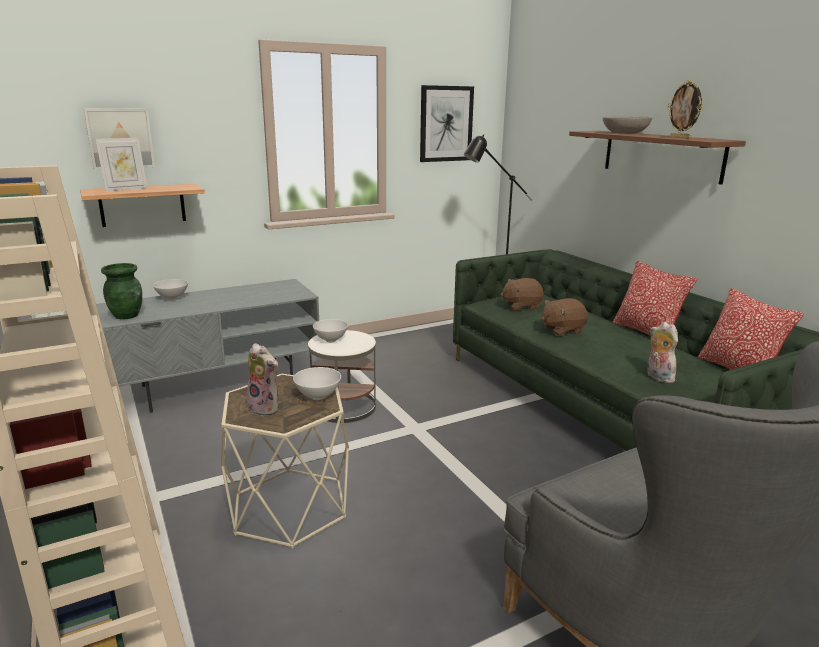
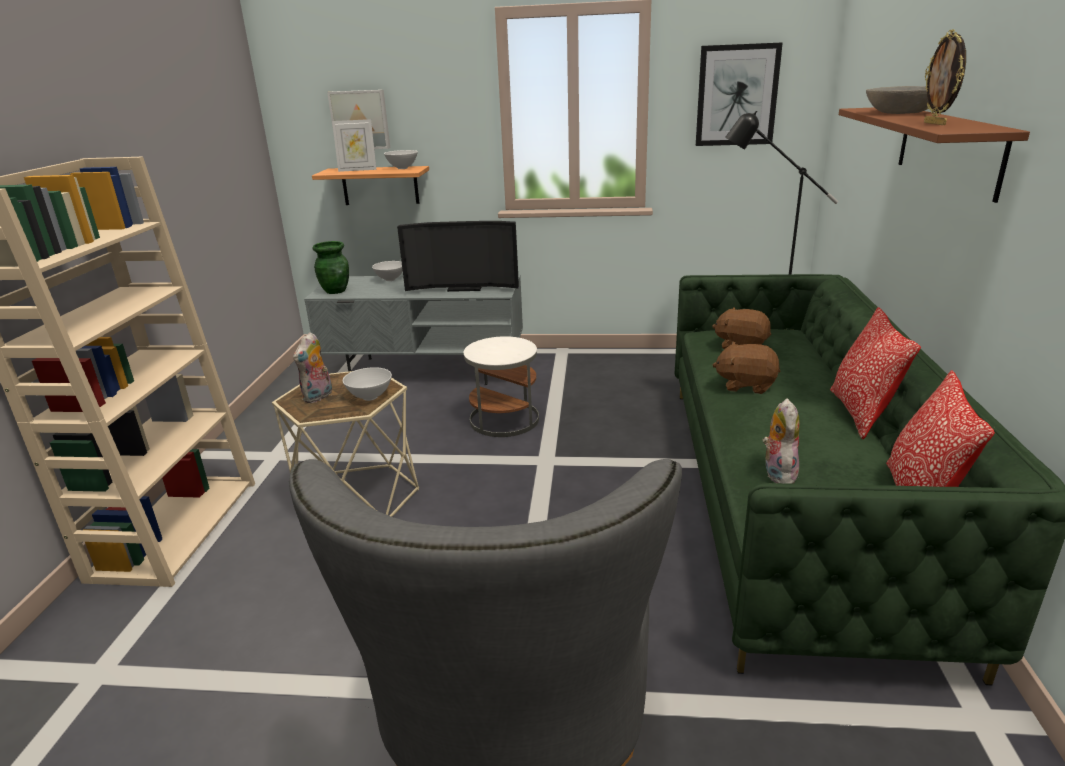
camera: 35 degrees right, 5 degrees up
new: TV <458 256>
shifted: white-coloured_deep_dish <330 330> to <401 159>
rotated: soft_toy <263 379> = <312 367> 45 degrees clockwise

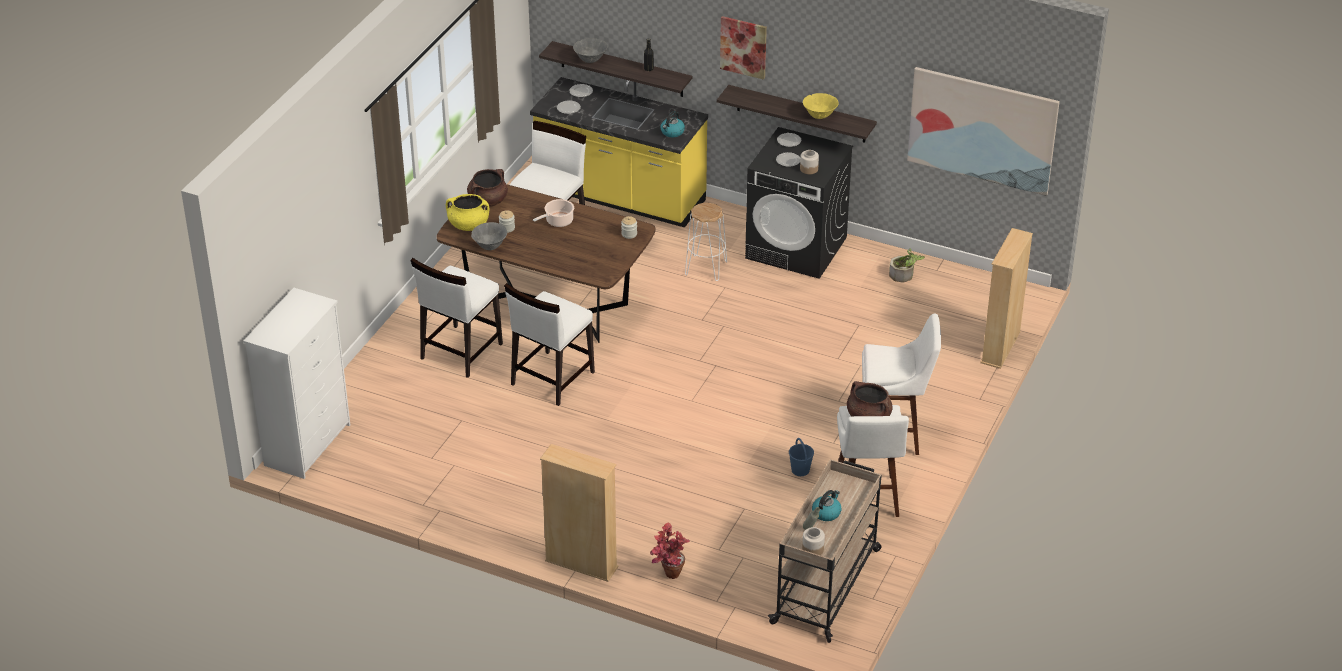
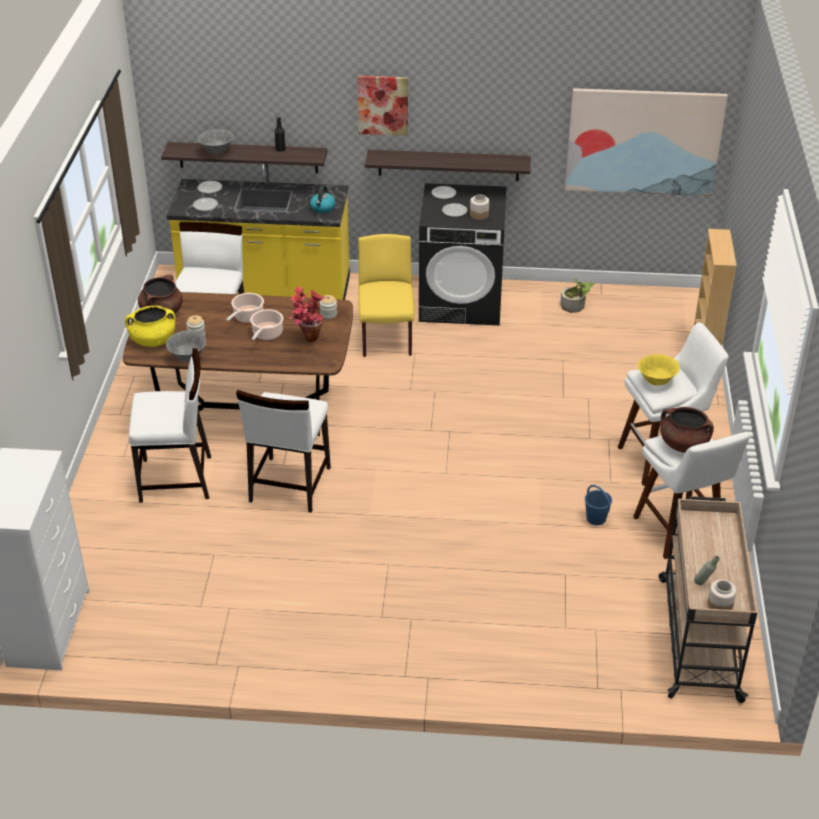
camera: 20 degrees left, 0 degrees up
gone: beige-coloured_bookcase <579 513>; water_kettle <826 505>
new: saucepot <266 324>
shifted: houseplant <670 550> to <307 314>; yellow_deep_dish <821 106> to <659 370>
swapped: white-coloured_stool <706 241> to yellow_upright_chair <386 295>
rotated: white-coloured_upright_chair <456 318> = <170 425> 105 degrees counterclockwise

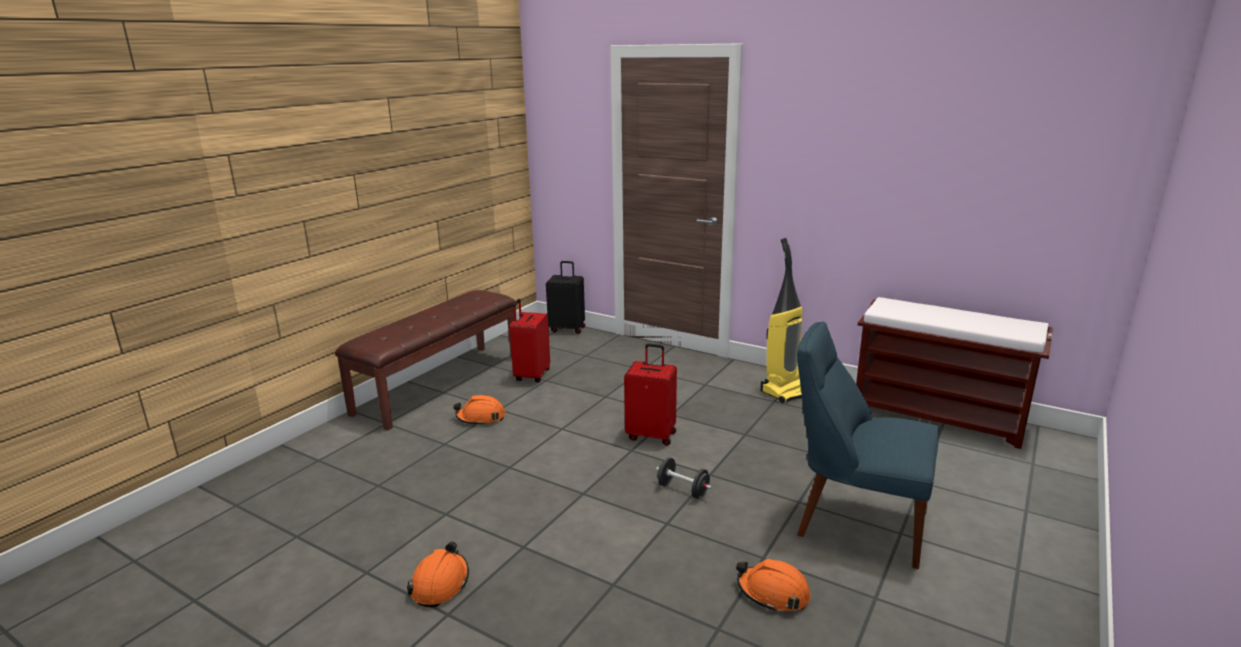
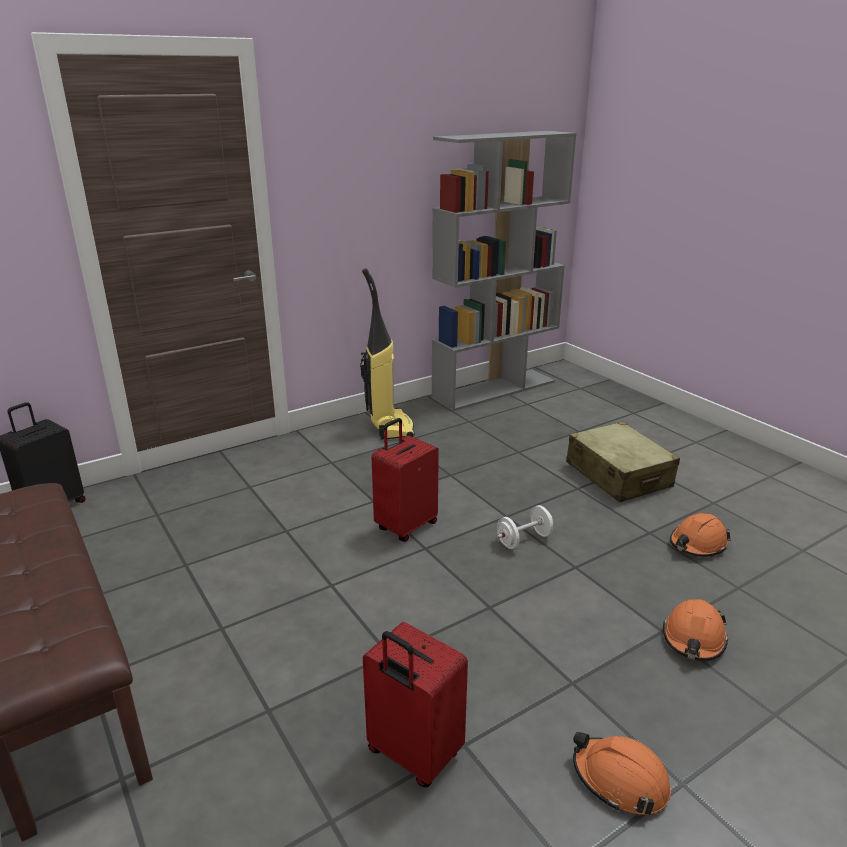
camera: 65 degrees left, 5 degrees up
shifted: orange_safety_helmet <479 410> to <695 630>; red_piece_of_luggage <530 340> to <415 704>
swapped: blue_upright_chair <868 445> to beige-coloured_piece_of_luggage <623 462>; brownish_long_seat <954 373> to grey_bookcase <504 271>
repainted: blackish_hand_weight <684 478> to white-coloured_hand_weight <524 527>

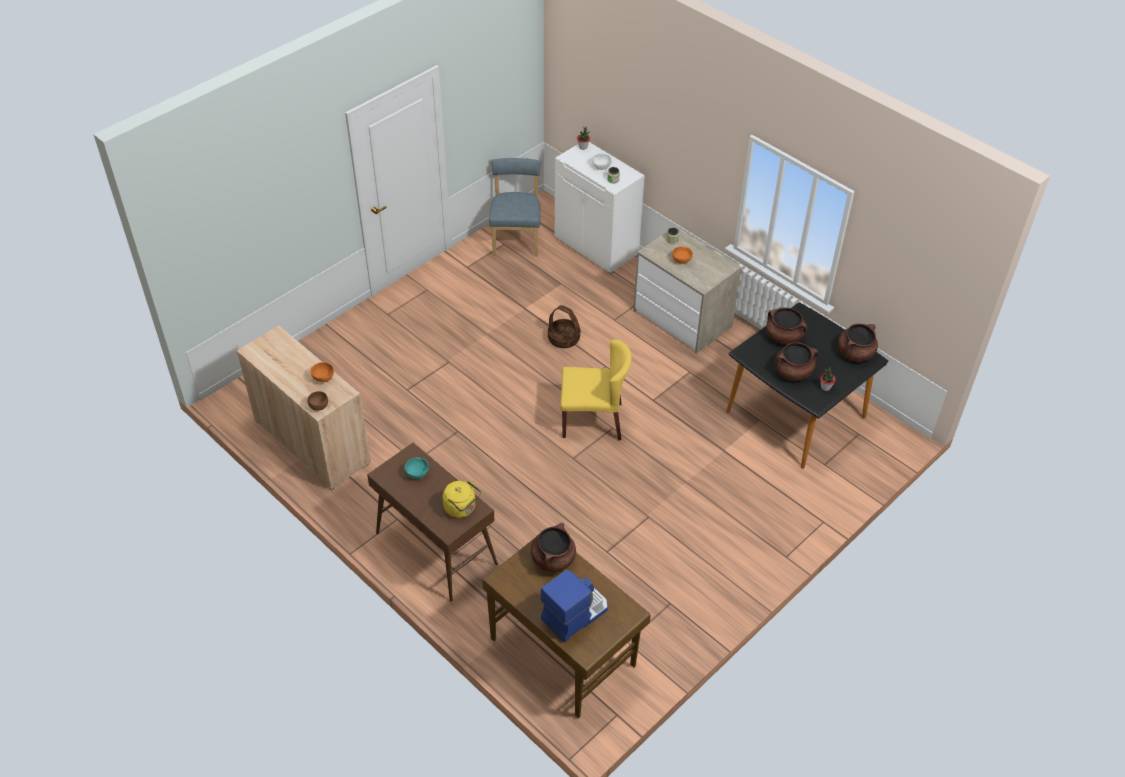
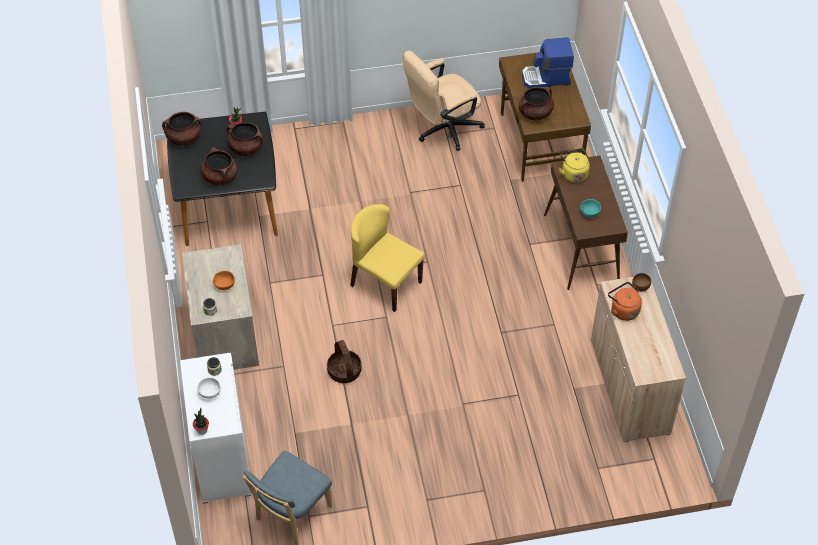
camera: 145 degrees left, 5 degrees up
new: beige-coloured_desk_chair <444 100>
swapped: orange_deep_dish <322 372> to orange_water_kettle <625 301>

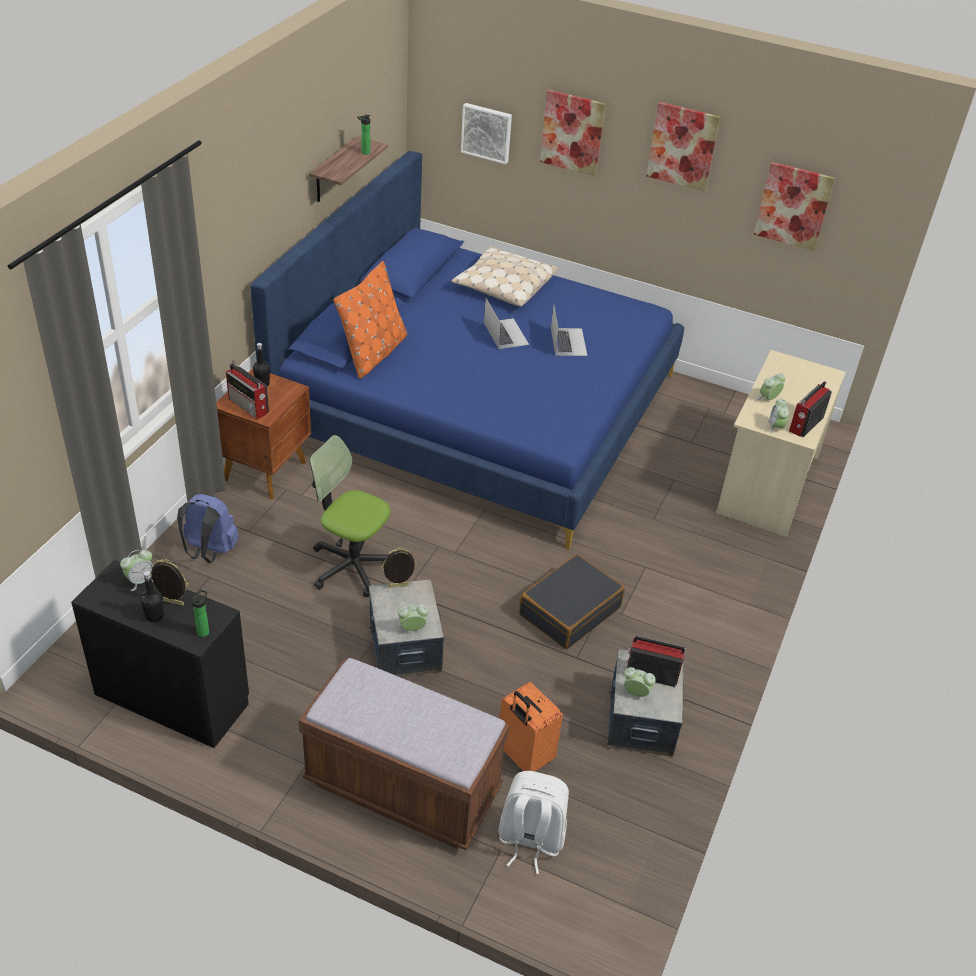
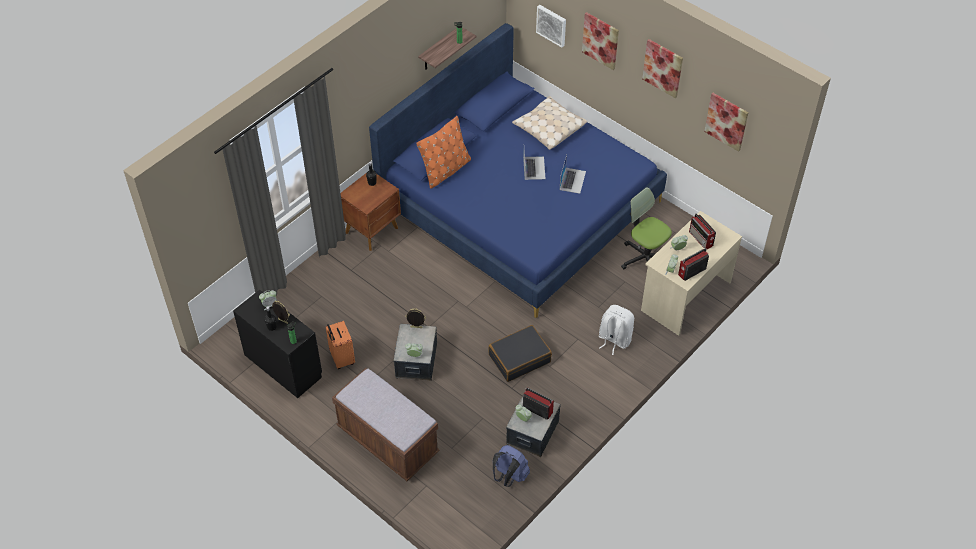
camera: 20 degrees right, 10 degrees up
shifted: blue_knapsack <208 528> to <511 466>; radio_receiver <247 391> to <702 232>; desk_chair <350 516> to <646 228>; white-coloured_knapsack <533 822> to <616 330>; orange_piece_of_luggage <531 726> to <340 345>

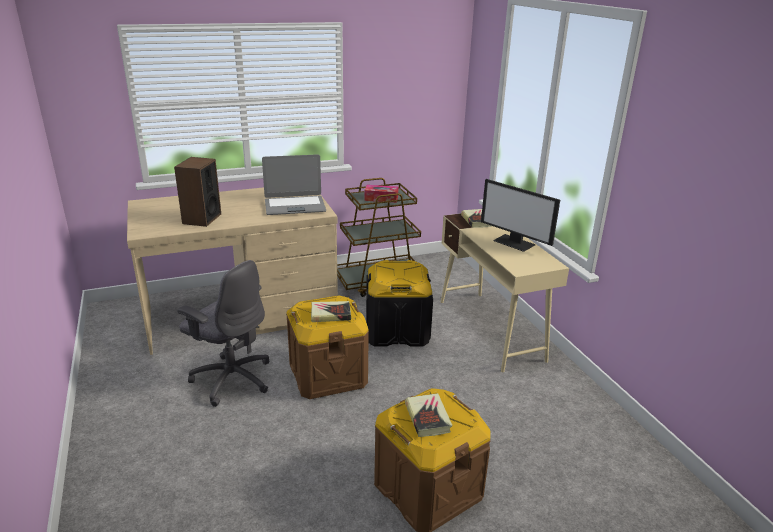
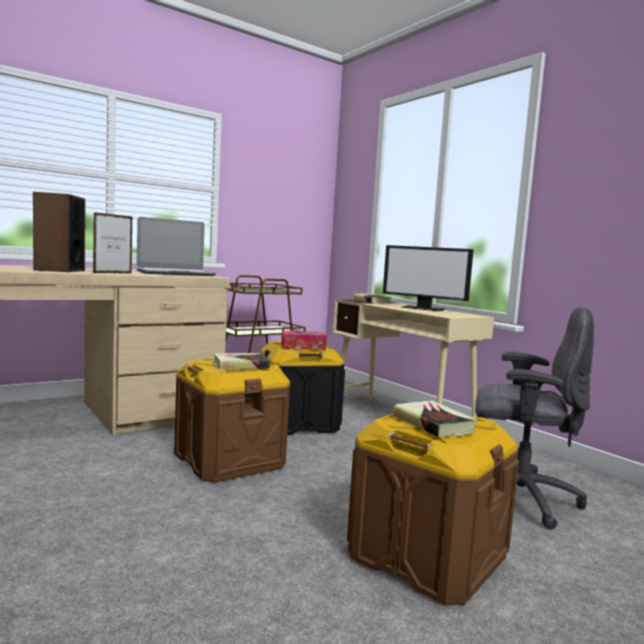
camera: 15 degrees left, 20 degrees down
new: photo_frame <113 243>
shifted: grey_desk_chair <223 333> to <534 418>; tissue_holder <381 194> to <304 340>

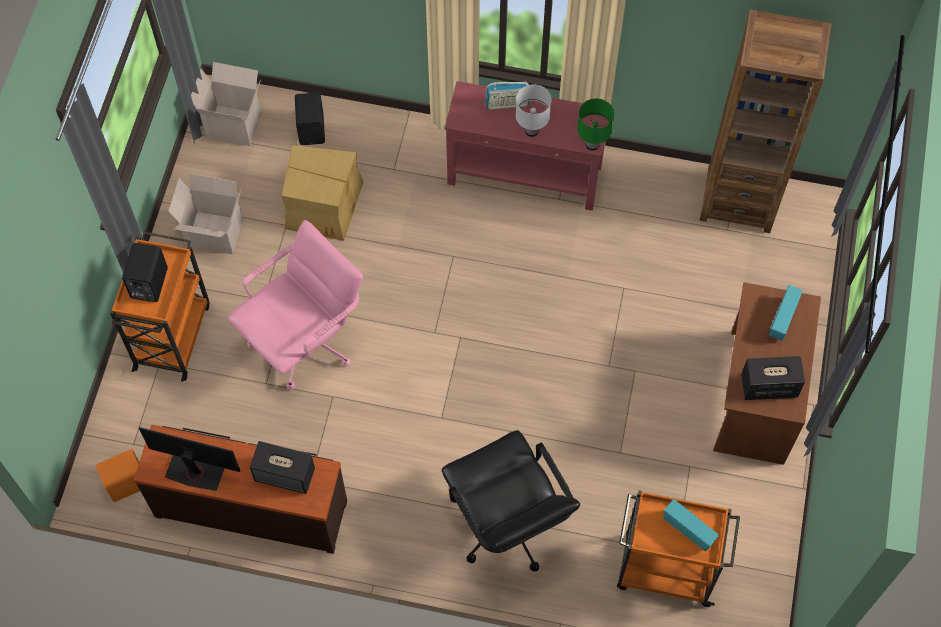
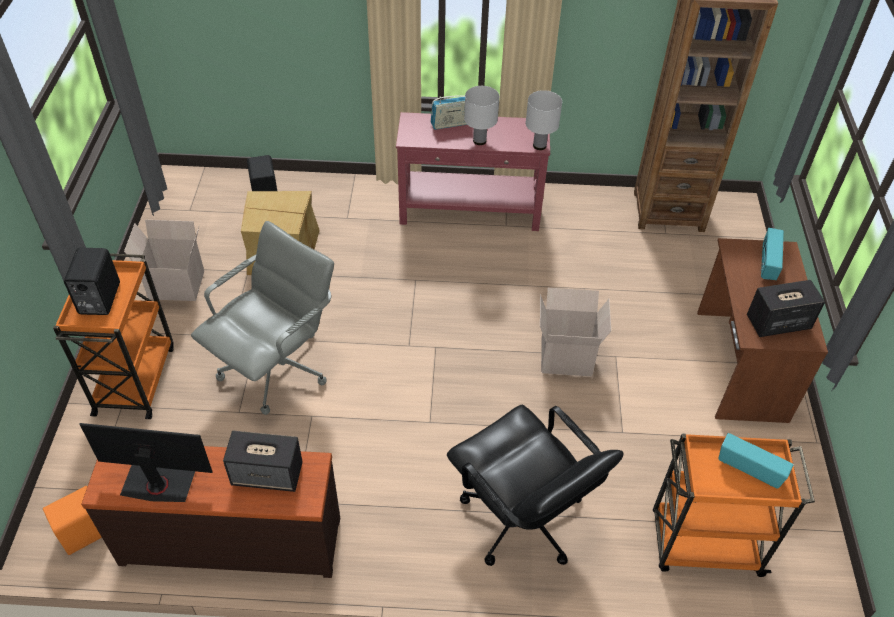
camera: 10 degrees left, 15 degrees down
shifted: carton <226 104> to <575 332>
repainted: pink_desk_chair <295 305> to grey_desk_chair <262 318>; green_tabletop_lamp <595 124> to white-coloured_tabletop_lamp <544 120>

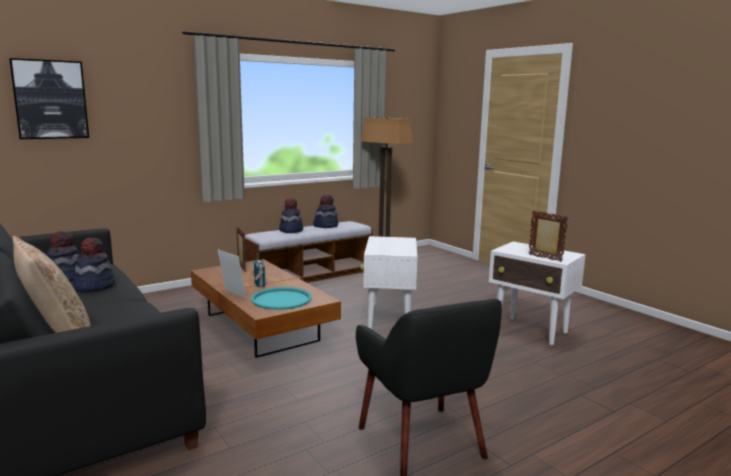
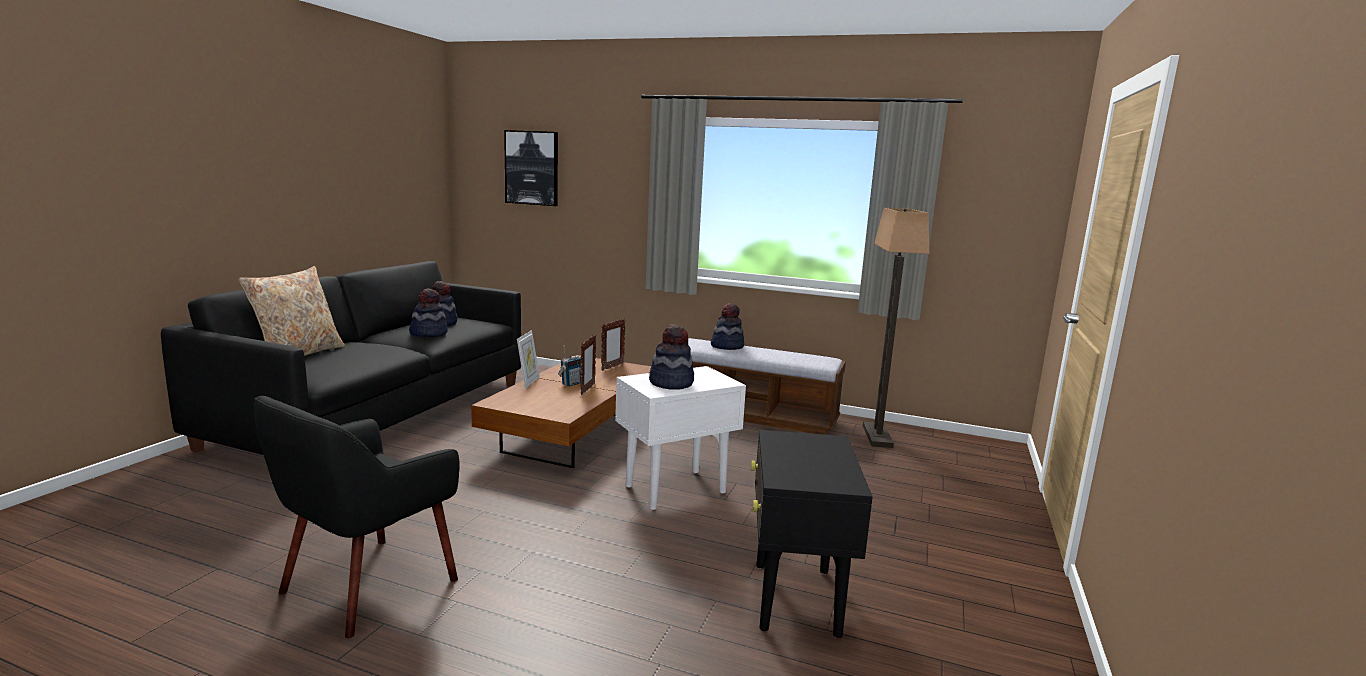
camera: 55 degrees right, 0 degrees up
gone: turquoise_serving_tray <281 298>
shifted: wearable_hat <325 211> to <671 357>; photo_frame <548 236> to <588 364>
repainted: white-coloured_end_table <537 293> to blackish_end_table <812 534>

